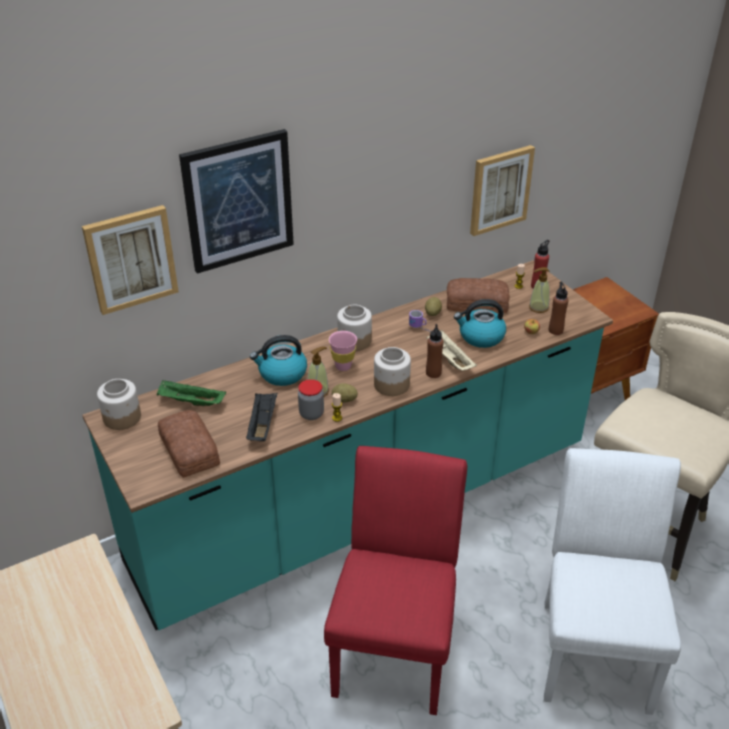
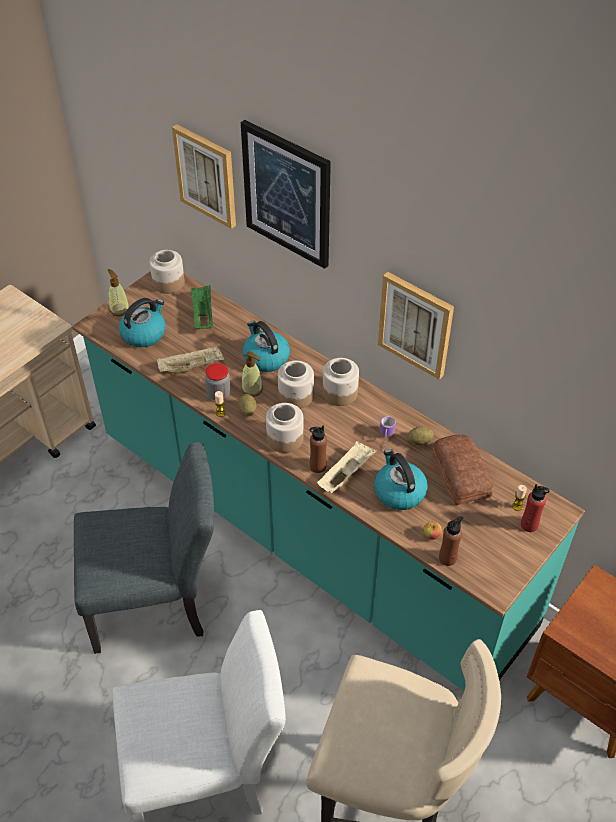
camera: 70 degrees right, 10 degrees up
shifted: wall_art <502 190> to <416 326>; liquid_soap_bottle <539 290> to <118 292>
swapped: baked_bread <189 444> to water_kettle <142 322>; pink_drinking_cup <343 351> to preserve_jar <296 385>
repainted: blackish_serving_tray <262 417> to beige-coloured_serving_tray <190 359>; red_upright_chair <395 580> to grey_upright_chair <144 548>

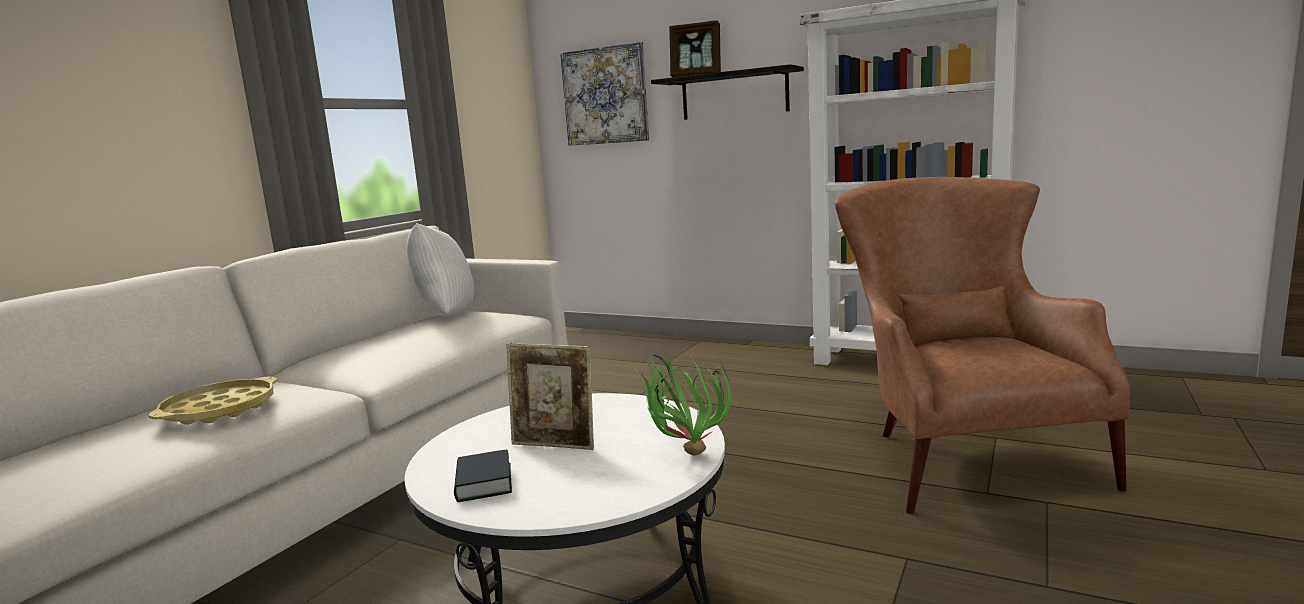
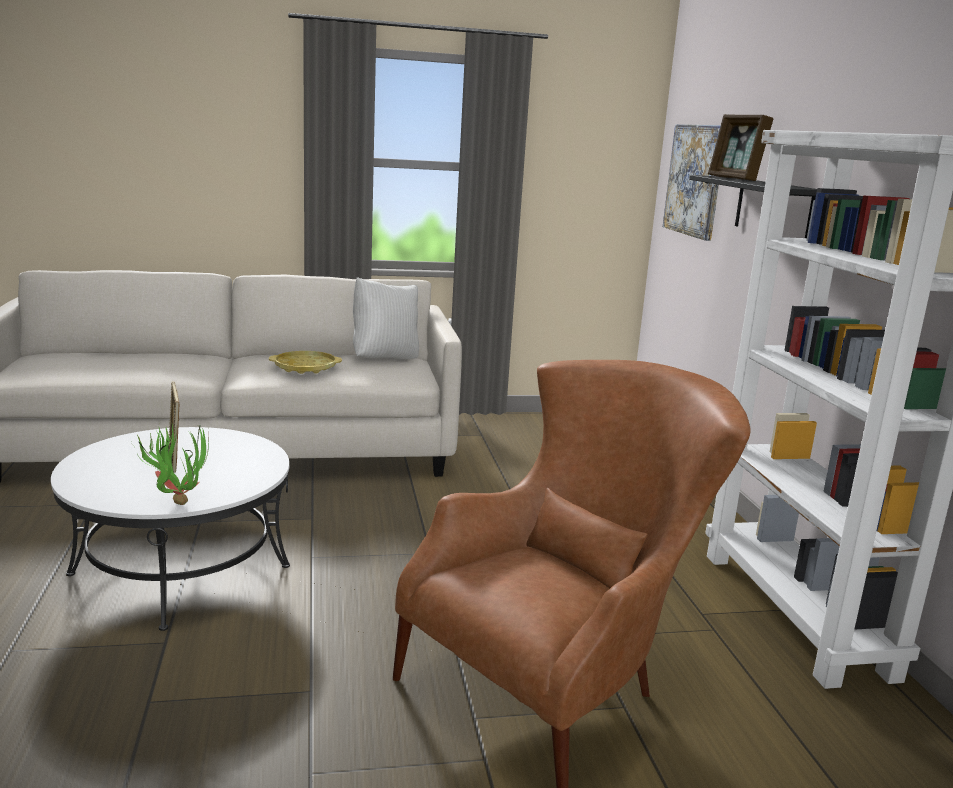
camera: 50 degrees right, 5 degrees up
gone: book <483 475>
shifted: yellow_serving_tray <213 401> to <305 362>

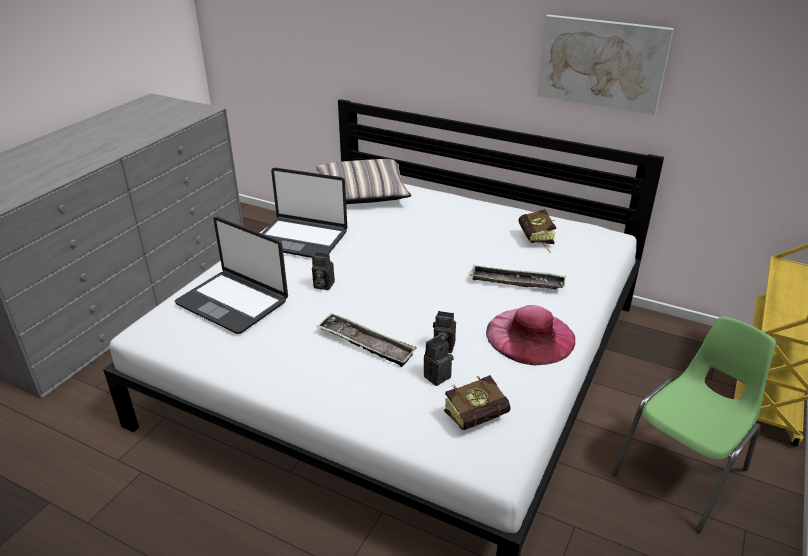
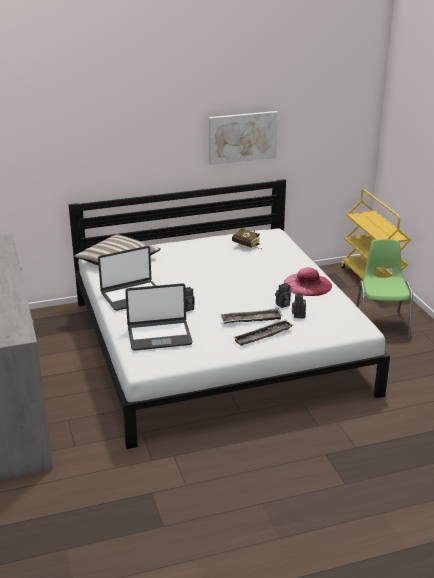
camera: 45 degrees left, 5 degrees down
gone: book <477 402>
shifted: serving_tray <518 277> to <264 333>

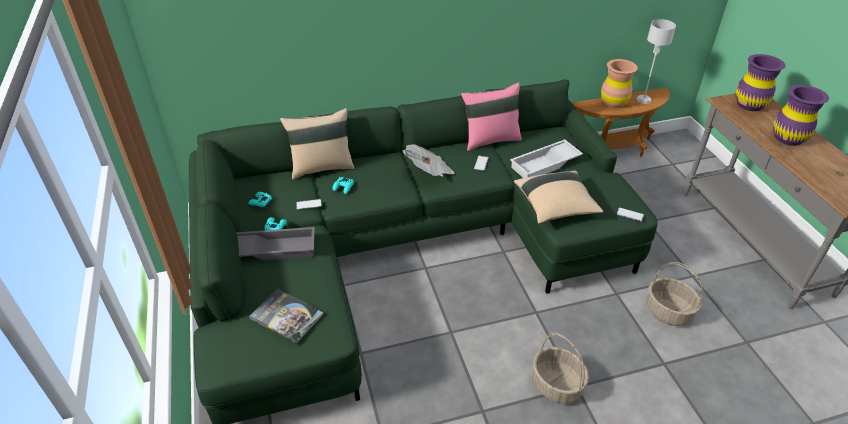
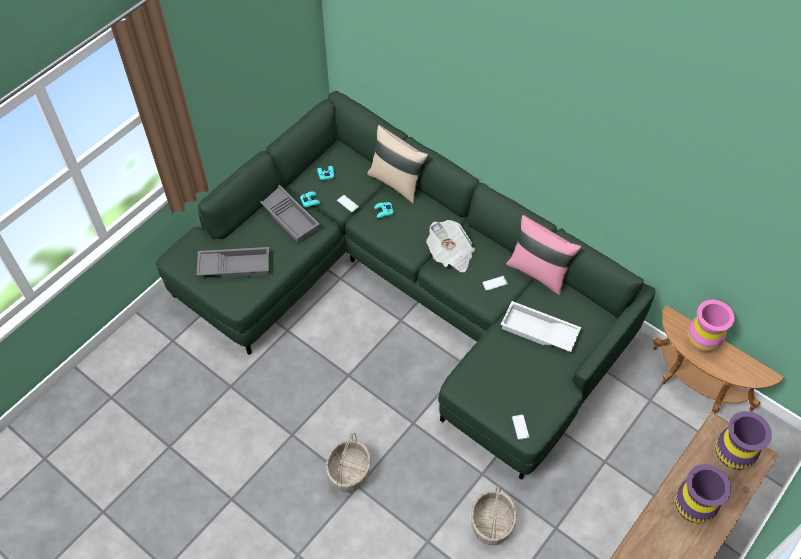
camera: 55 degrees right, 15 degrees up
gone: beige-coloured_cushion <558 197>; grey_tabletop_lamp <656 61>
swapped: book <286 316> to grey_serving_tray <233 262>
repainted: brownish_flower_vase <619 83> to pink_flower_vase <711 326>

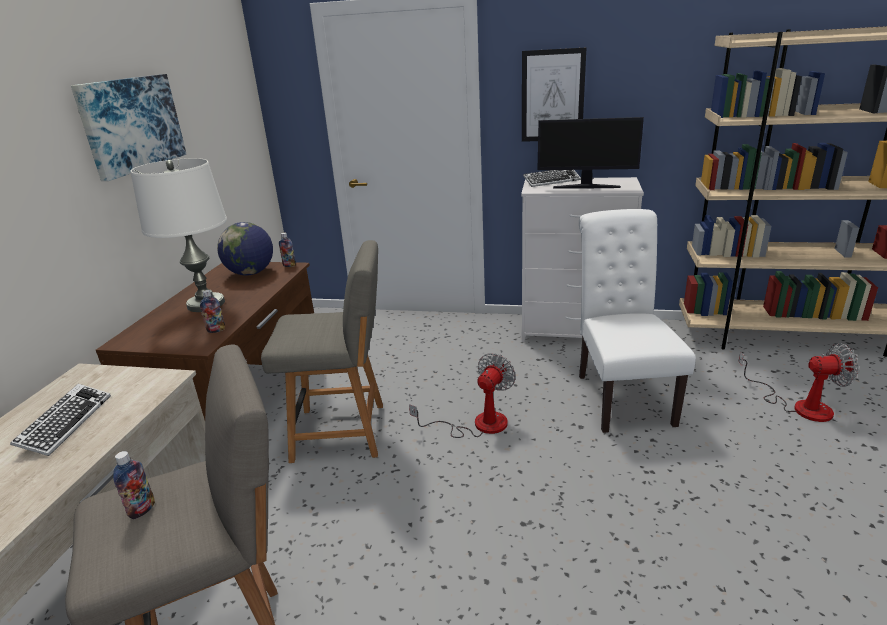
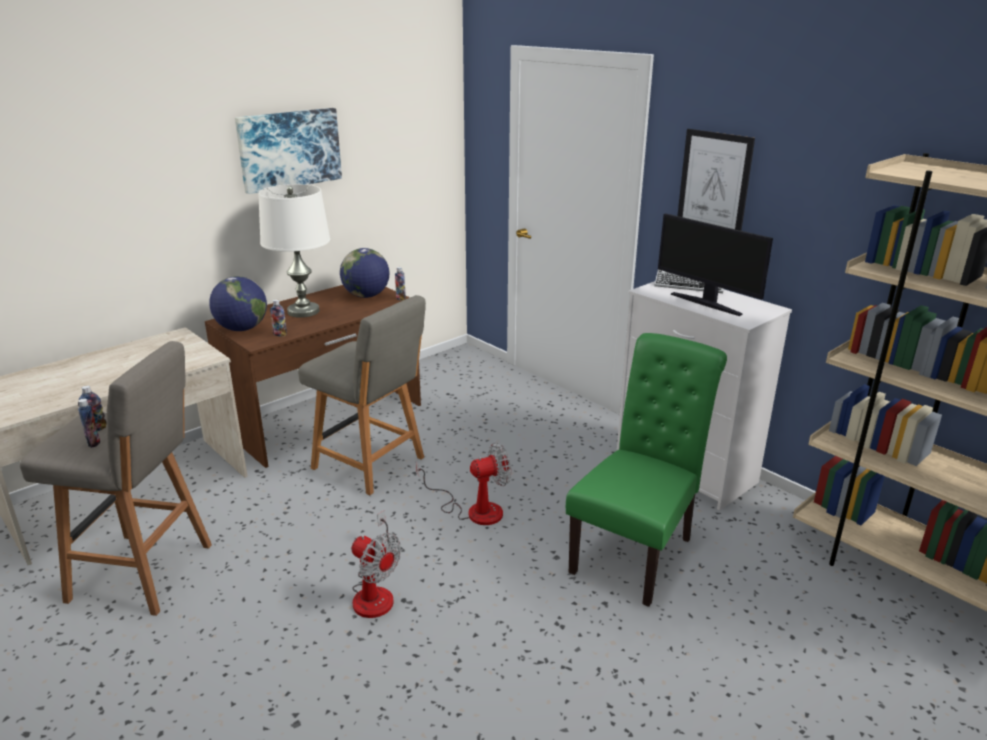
camera: 35 degrees right, 0 degrees up
gone: computer_keyboard <60 420>
new: drink_bottle <89 423>; desk_globe <238 303>
shifted: fan <798 382> to <376 564>
repainted: white-coloured_upright_chair <637 321> to green_upright_chair <646 470>

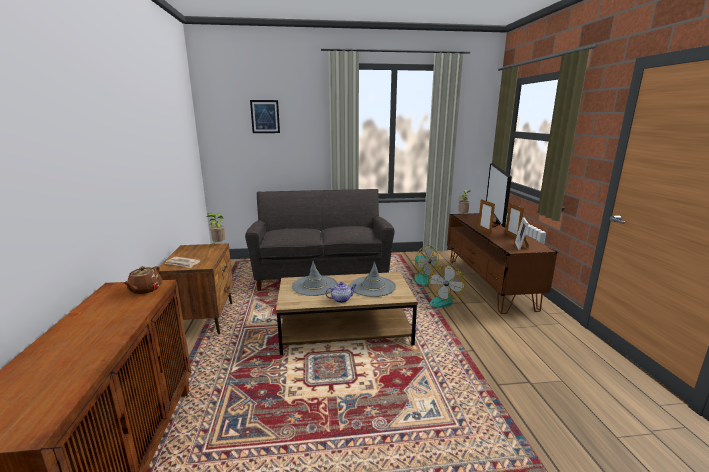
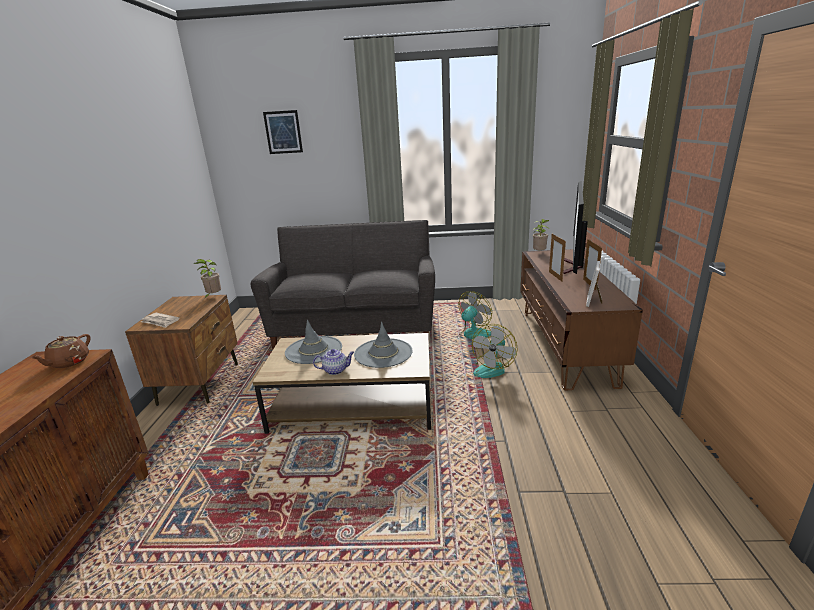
camera: 10 degrees right, 5 degrees up
rotated: fan <424 265> = <474 315> 105 degrees counterclockwise

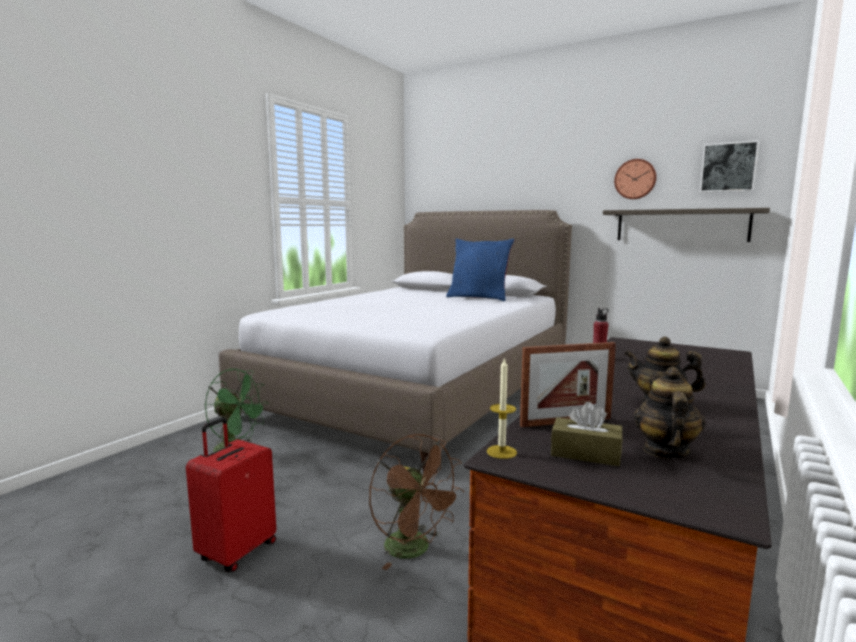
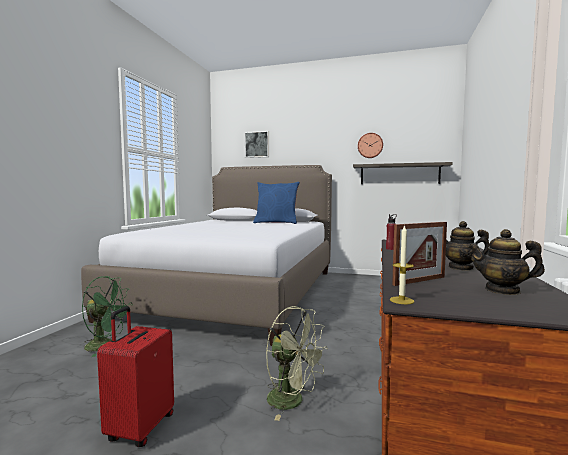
camera: 15 degrees left, 5 degrees down
gone: brownish_tissue_holder <586 434>
shifted: wall_art <729 166> to <256 144>
repainted: brownish_fan <416 502> to green_fan <297 363>
rotated: teapot <670 413> = <506 262> 75 degrees counterclockwise

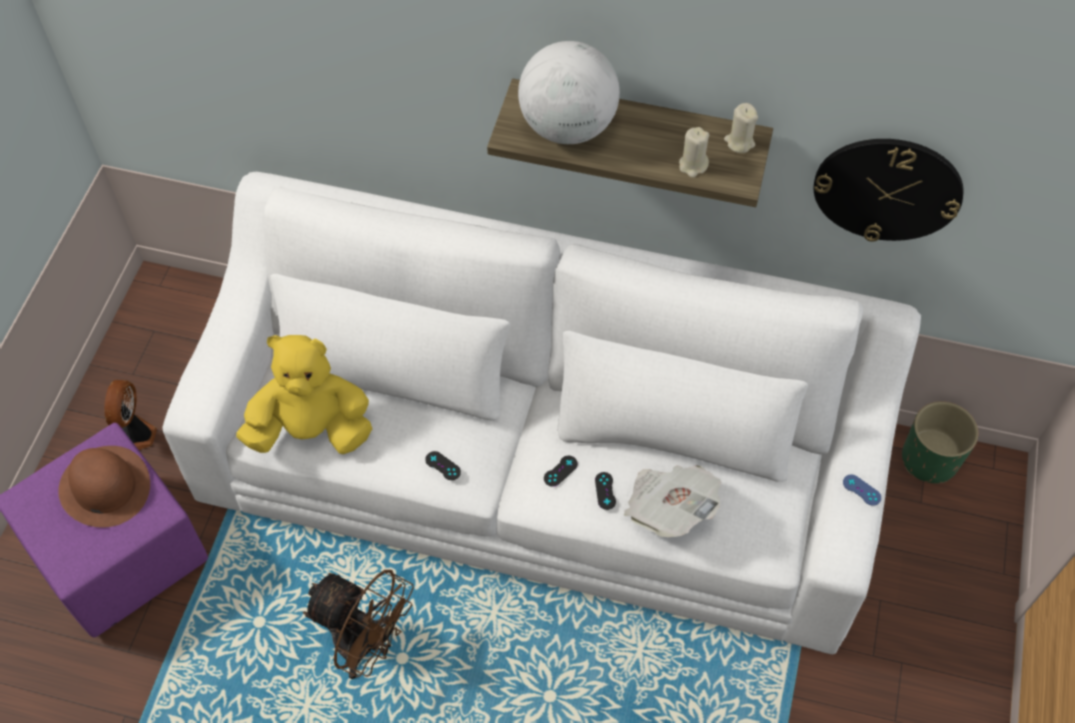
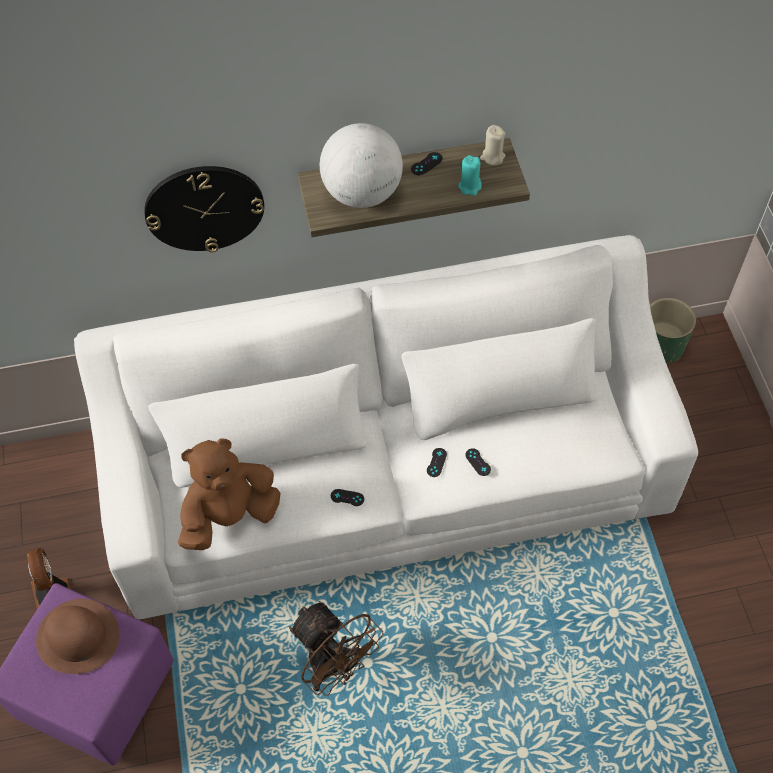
camera: 25 degrees left, 0 degrees up
gone: printed_paper <673 501>; blue_game_controller <862 490>
new: blackish_game_controller <427 163>
shifted: hanging_clock <889 190> to <204 209>
repainted: yellow_soft_toy <304 394> to brownish_soft_toy <229 494>; beige-coloured_candle <694 152> to turquoise_candle <470 175>
rotated: brownish_fan <358 624> = <336 648> 45 degrees clockwise

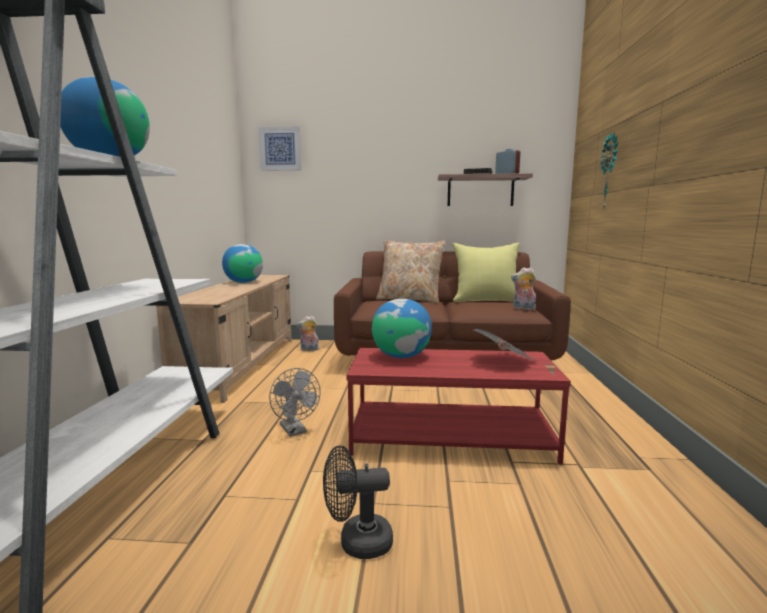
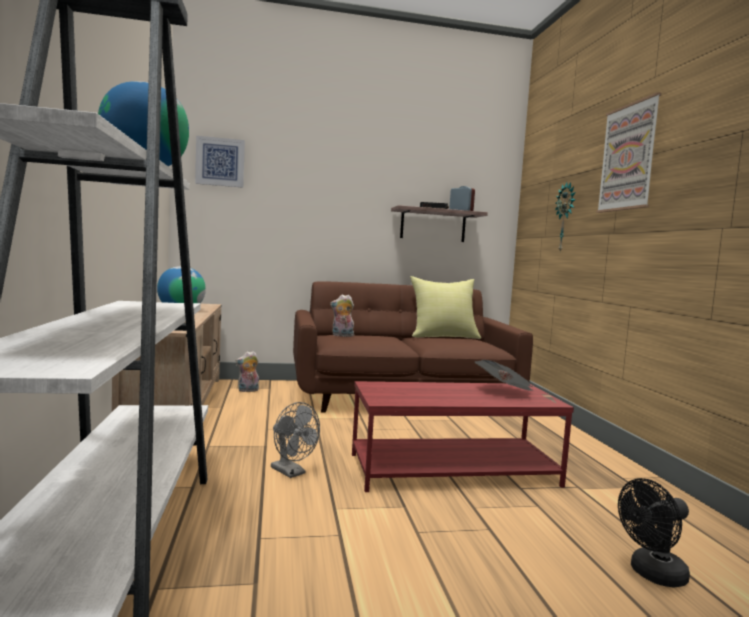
camera: 15 degrees left, 5 degrees down
gone: desk_globe <402 328>; beige-coloured_cushion <411 271>
new: wall_art <628 152>
shifted: blackish_fan <358 502> to <654 533>; soft_toy <523 288> to <342 316>

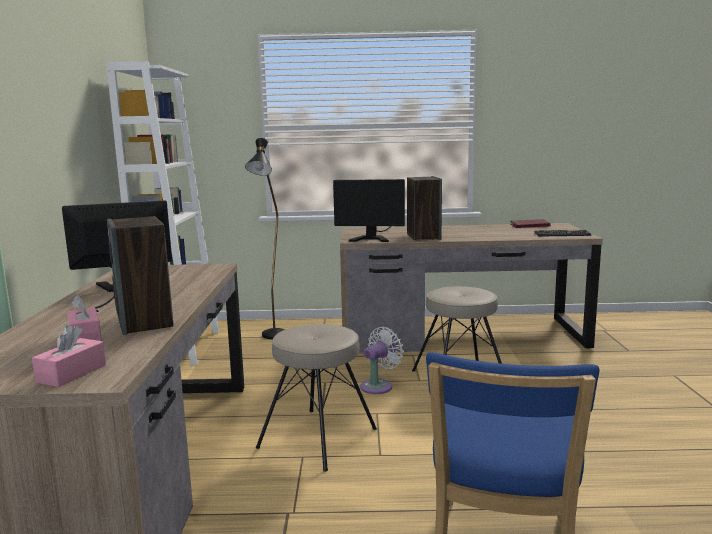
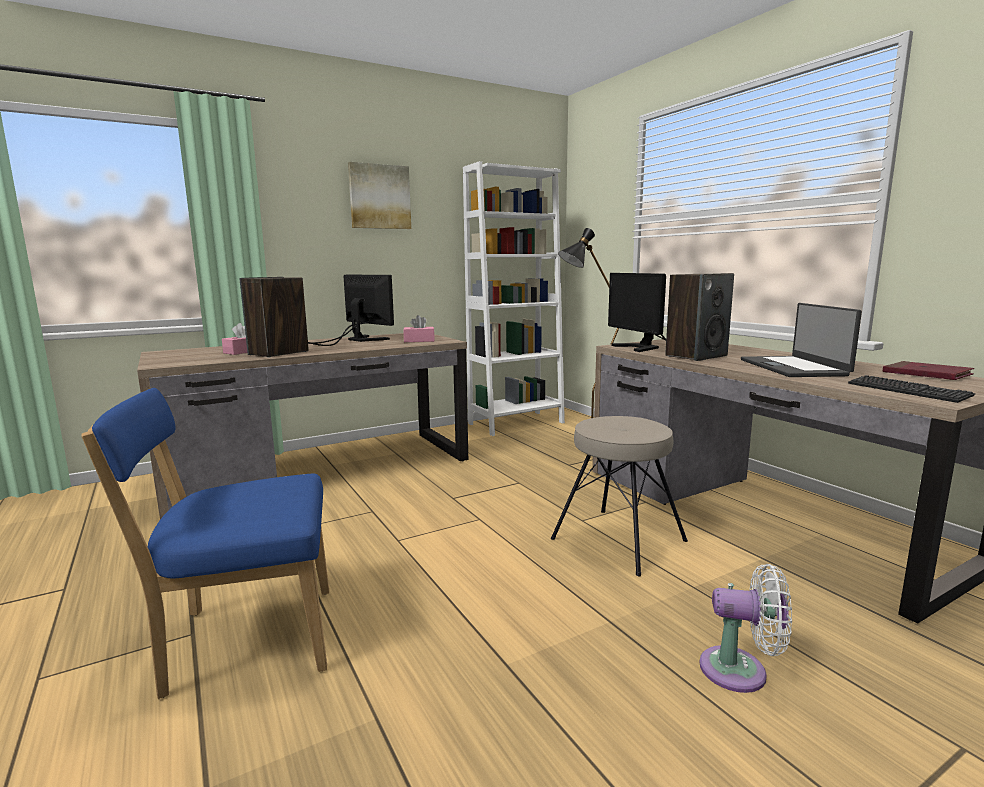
camera: 60 degrees right, 0 degrees up
gone: beige-coloured_stool <316 398>
new: wall_art <379 195>; laptop <801 340>
shifted: pink_tissue_holder <69 356> to <419 328>; white-coloured_fan <382 360> to <745 628>

